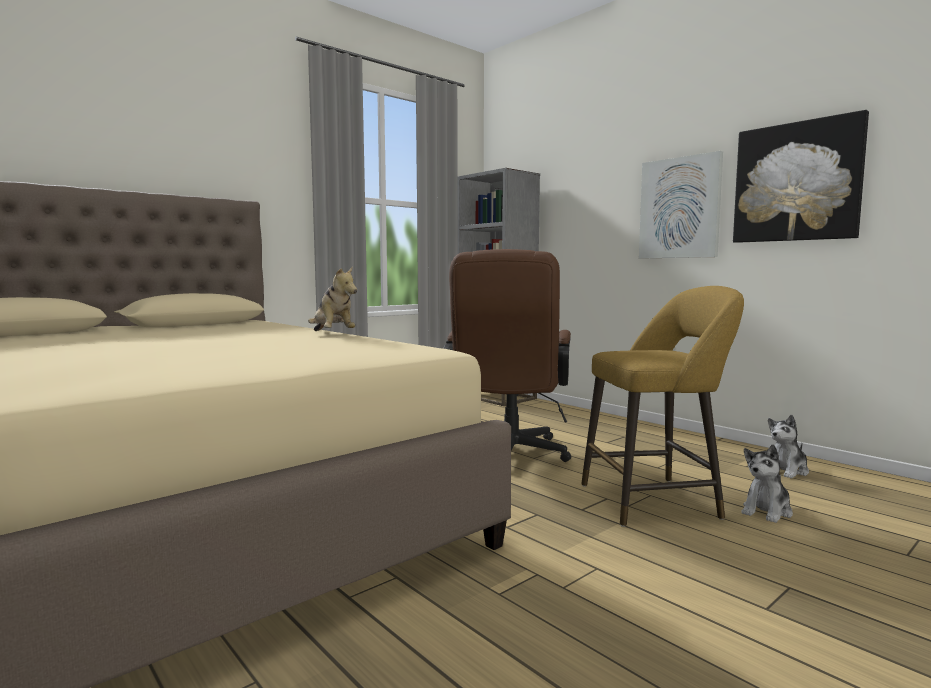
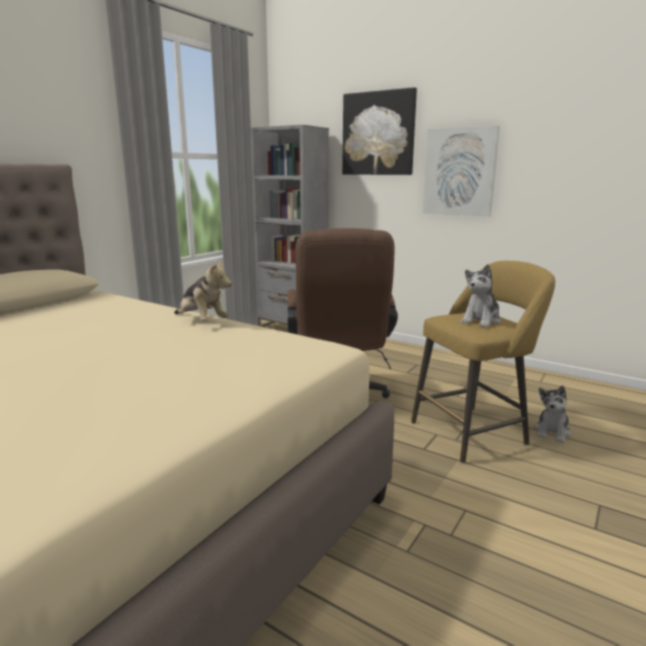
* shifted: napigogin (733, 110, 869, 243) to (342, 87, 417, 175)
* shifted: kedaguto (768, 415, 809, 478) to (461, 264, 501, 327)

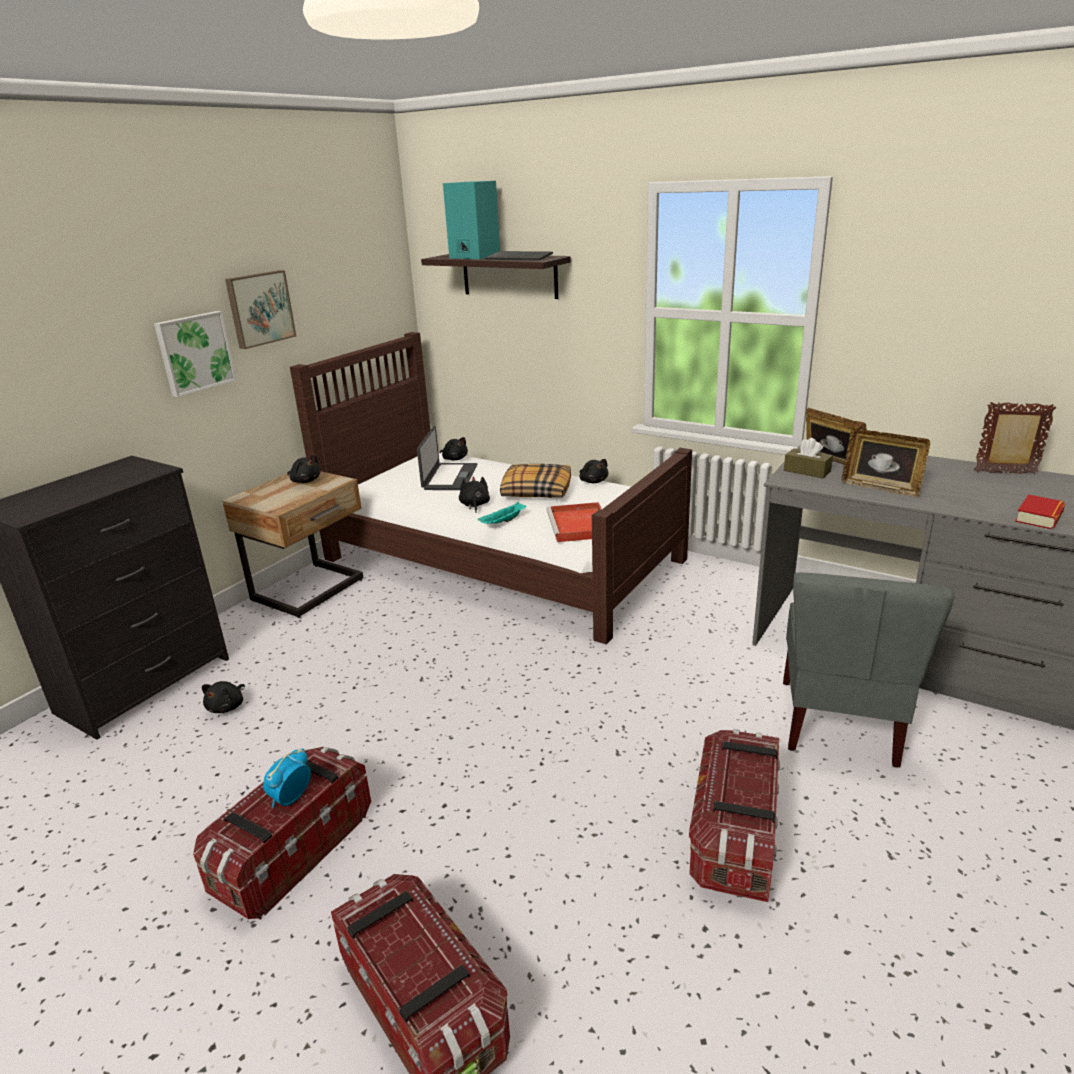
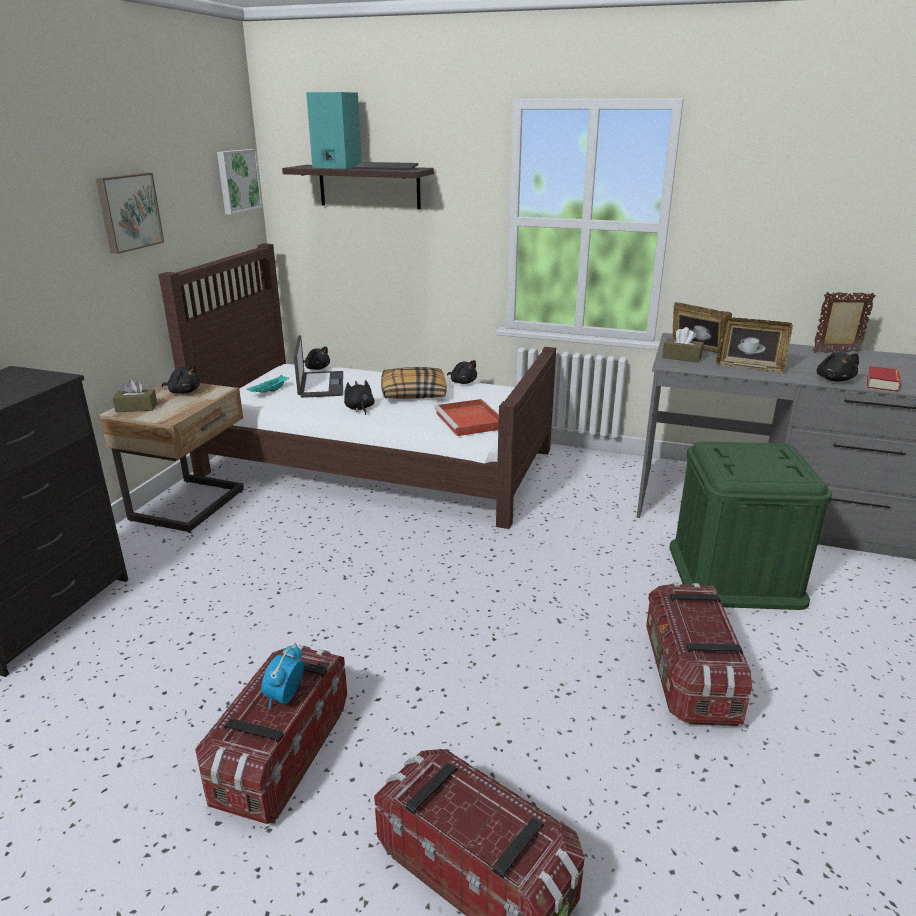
* shifted: napigogin (154, 311, 237, 397) to (217, 149, 263, 215)
* shifted: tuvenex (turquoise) (478, 502, 526, 524) to (247, 375, 289, 393)
* swapped: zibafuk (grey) (783, 573, 955, 768) to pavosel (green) (670, 441, 832, 610)
* shifted: kedaguto (black) (202, 681, 245, 713) to (816, 352, 859, 382)
* new: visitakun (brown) (112, 379, 157, 412)

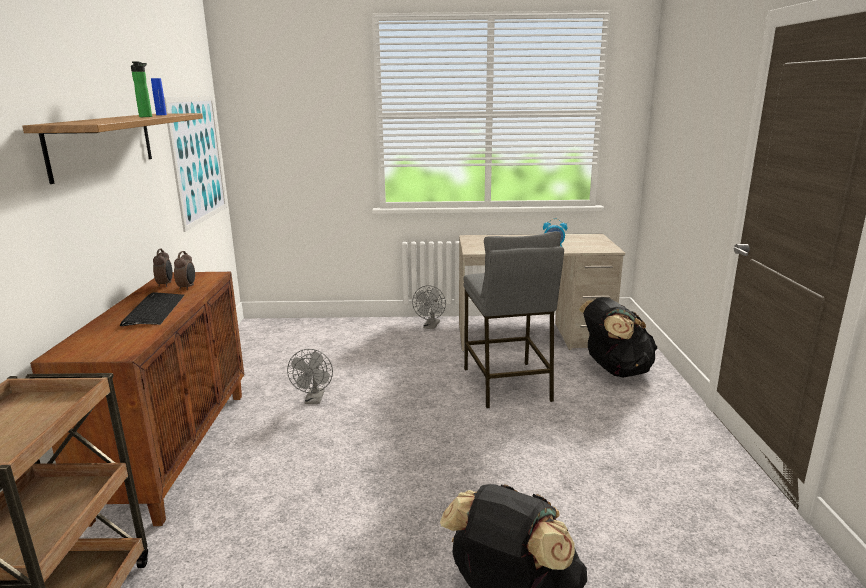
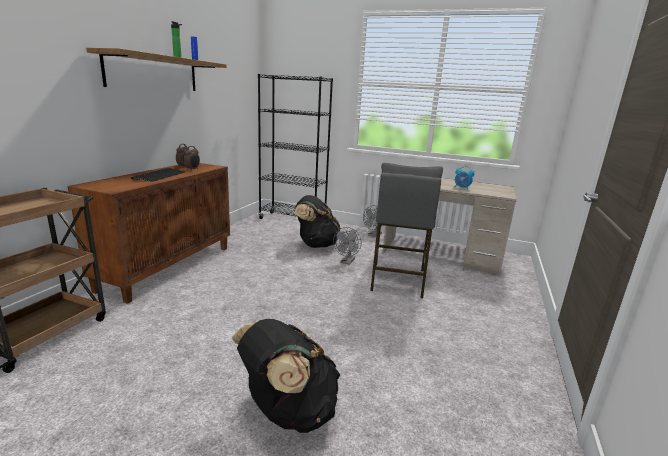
* gone: napigogin (164, 96, 227, 232)
* shifted: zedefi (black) (579, 297, 658, 378) to (295, 195, 340, 248)
* shifted: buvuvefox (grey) (287, 349, 333, 404) to (333, 227, 361, 265)
* new: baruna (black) (258, 74, 333, 219)

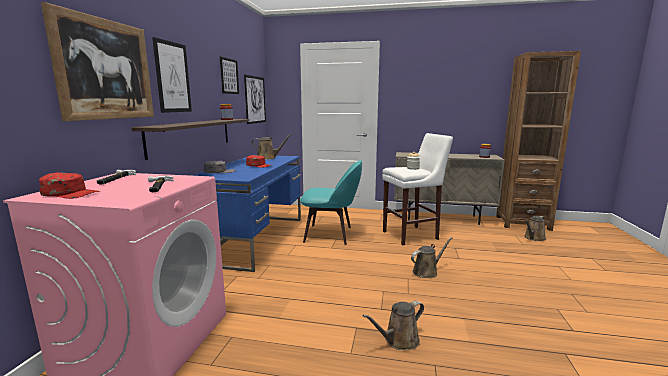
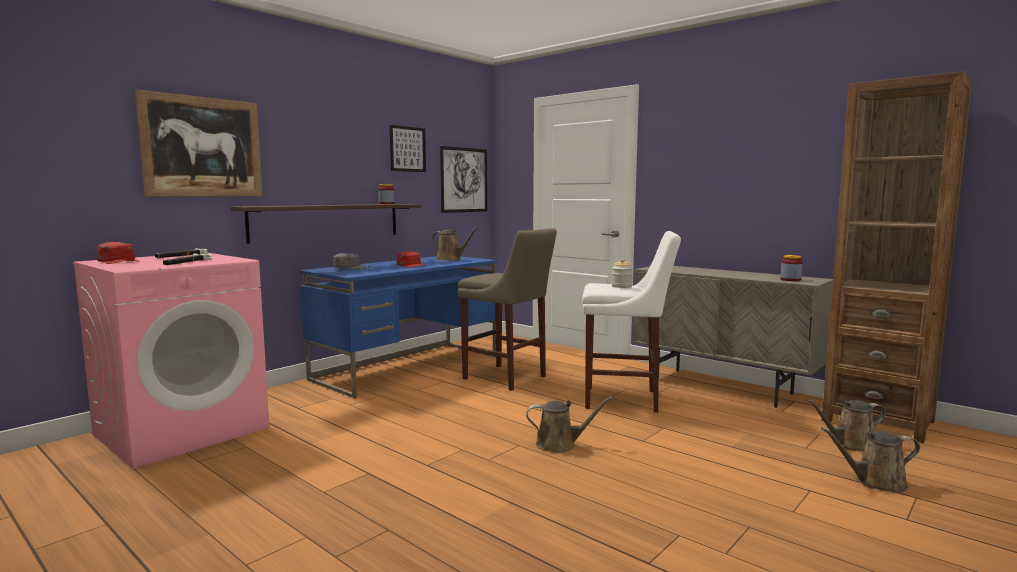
* gone: napigogin (152, 37, 192, 113)
* swapped: zibafuk (turquoise) (300, 159, 362, 245) to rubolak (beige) (458, 228, 557, 391)
* shifted: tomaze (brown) (363, 301, 424, 350) to (821, 427, 920, 493)

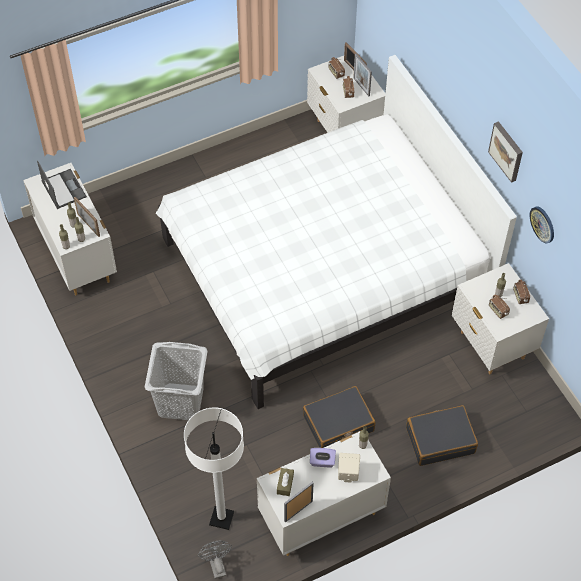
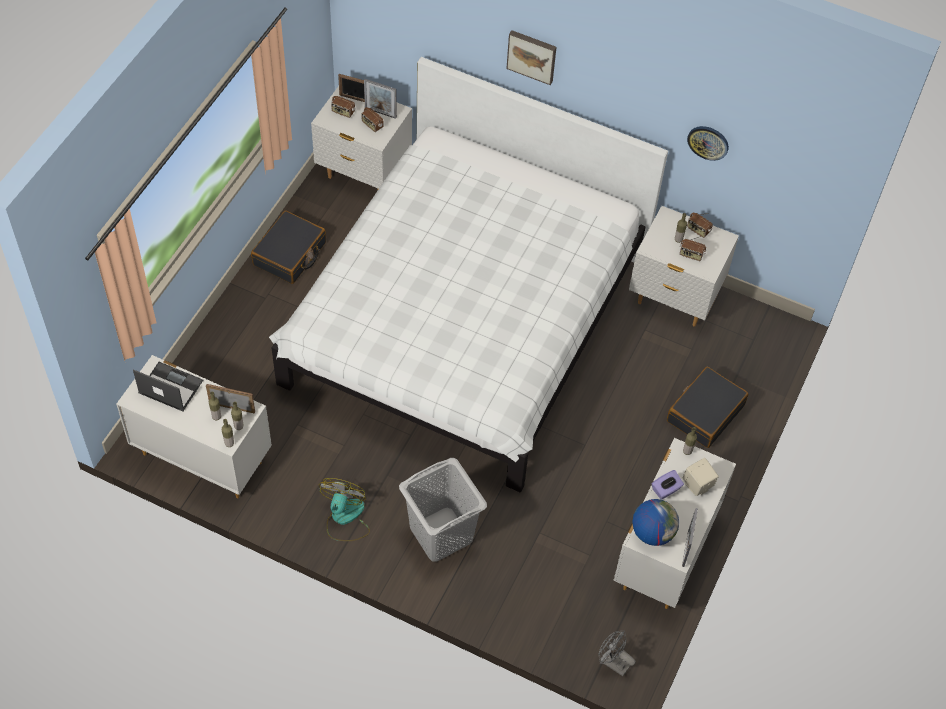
* shifted: napigogin (488, 121, 523, 183) to (506, 30, 556, 85)
* shifted: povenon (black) (303, 386, 375, 448) to (251, 210, 326, 284)
* gone: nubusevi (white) (184, 408, 244, 530)
* swapped: visitakun (brown) (277, 468, 294, 496) to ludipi (632, 499, 679, 546)
* new: buvuvefox (319, 478, 370, 541)

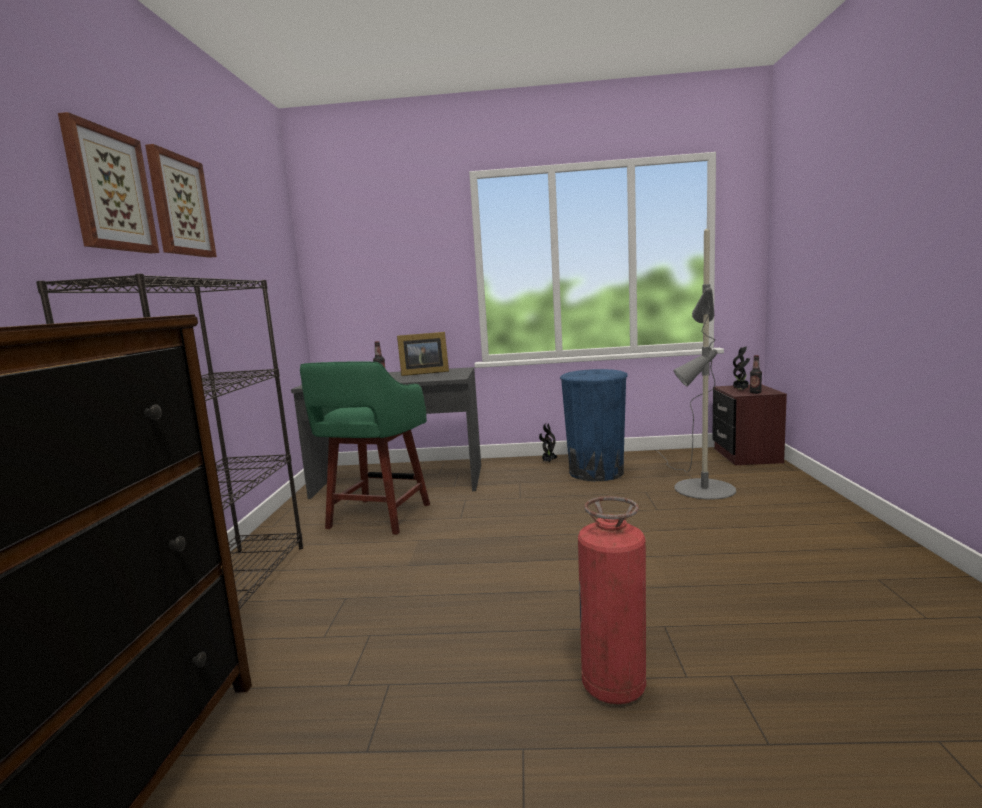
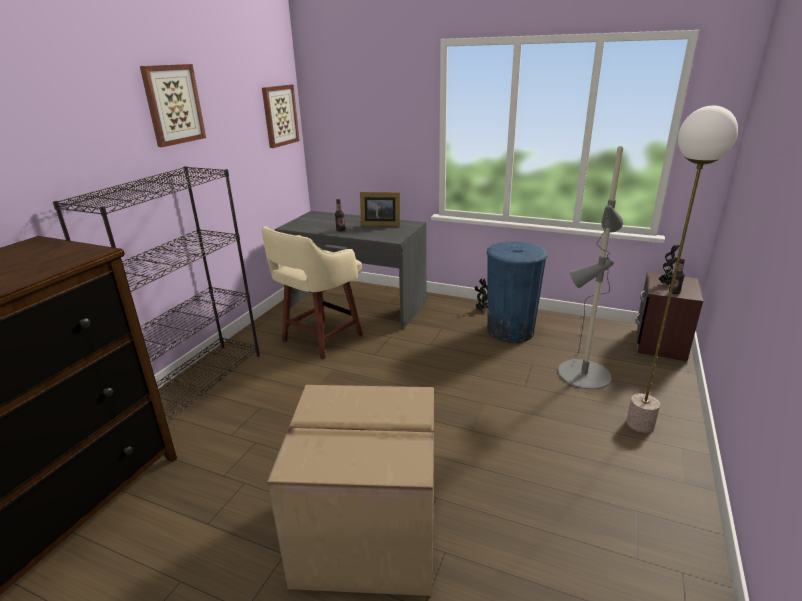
* shifted: napigogin (58, 112, 159, 253) to (262, 85, 300, 148)
* repainted: rubolak (green) (300, 361, 430, 535) to rubolak (beige) (262, 226, 363, 359)
* swapped: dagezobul (578, 496, 646, 704) to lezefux (267, 385, 434, 596)
* new: nubusevi (626, 106, 738, 433)

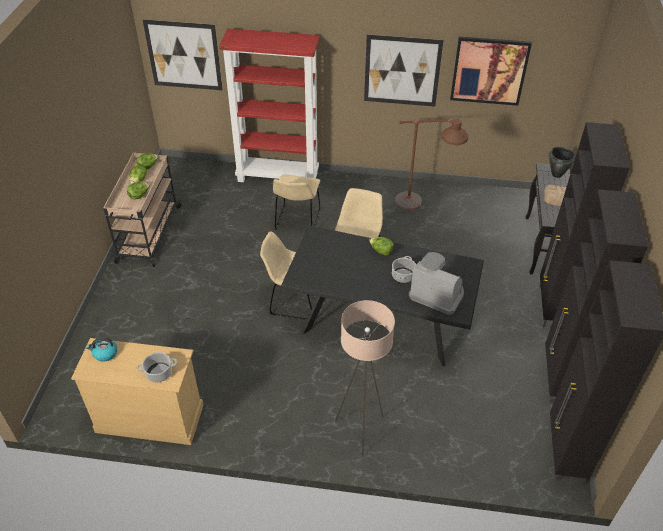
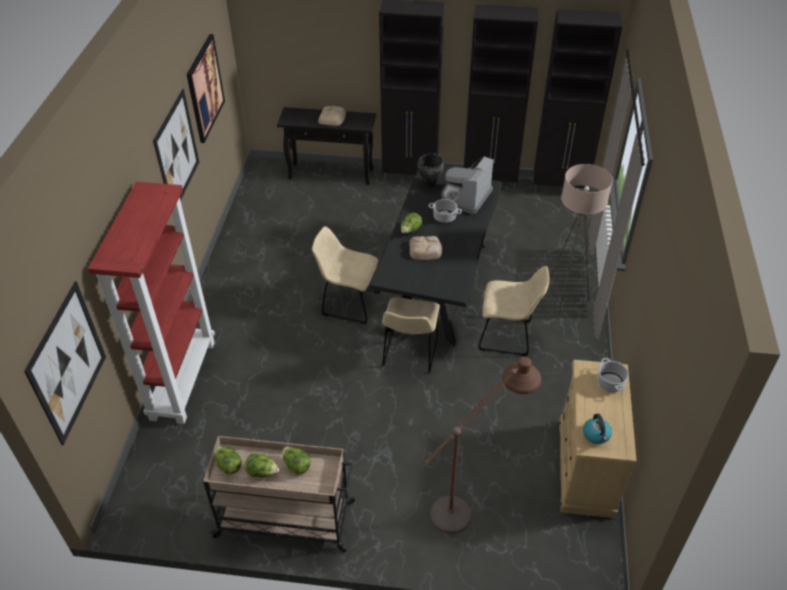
* shifted: nubusevi (brown) (395, 118, 468, 211) to (424, 357, 541, 534)
* shifted: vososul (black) (549, 147, 575, 178) to (417, 153, 444, 187)
* shifted: zibafuk (beige) (273, 175, 321, 230) to (479, 266, 549, 356)
* new: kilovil (409, 236, 442, 260)

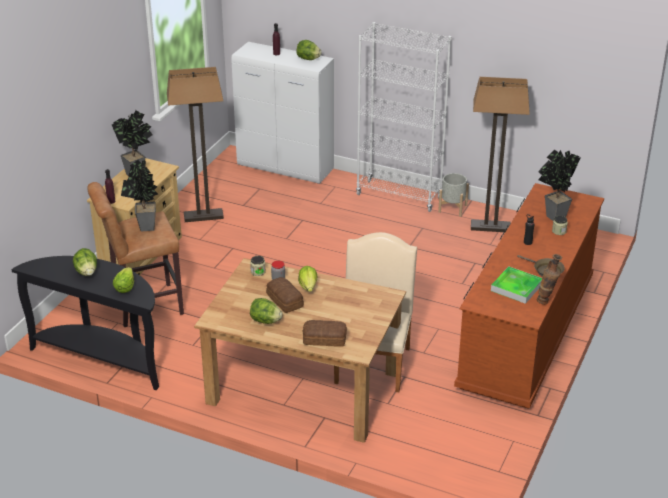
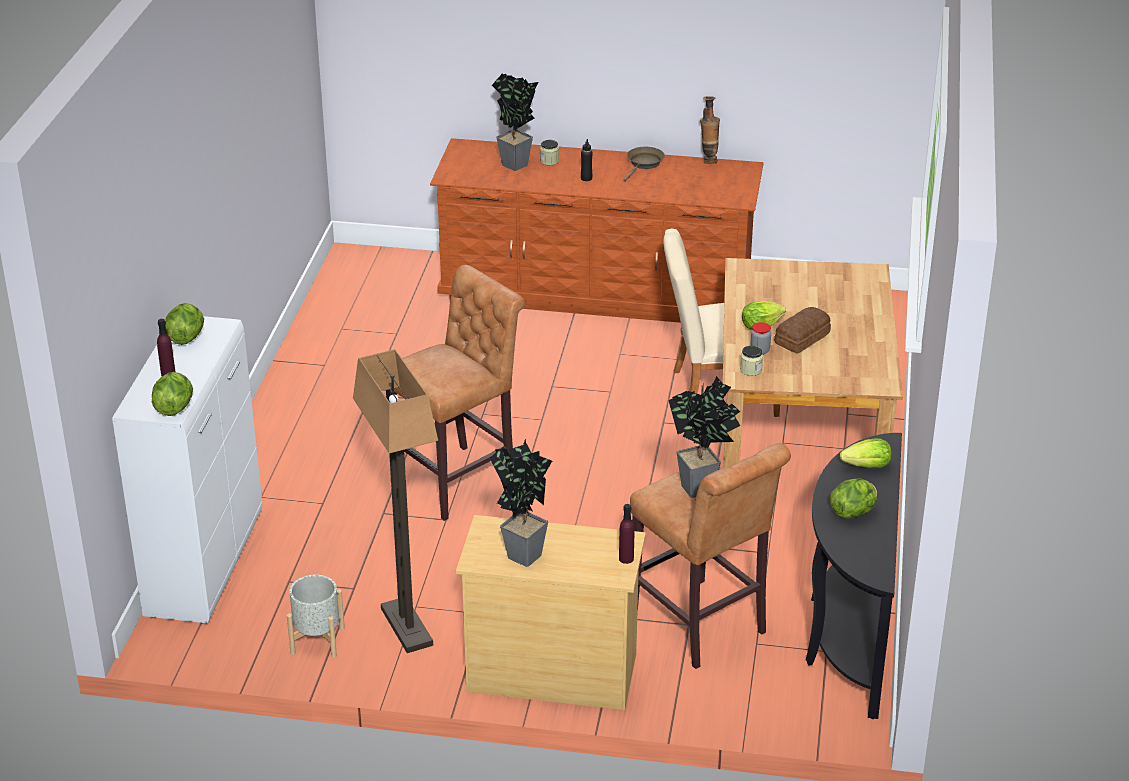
* gone: baruna (white) (356, 22, 451, 212)
* gone: nubusevi (471, 77, 530, 232)
* shifted: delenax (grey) (438, 173, 469, 217) to (287, 575, 345, 658)
* gone: tuvenex (491, 266, 542, 304)
* shifted: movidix (250, 298, 283, 324) to (152, 372, 193, 416)
* gone: kilovil (303, 320, 347, 346)
* new: rubolak (brown) (386, 265, 525, 521)

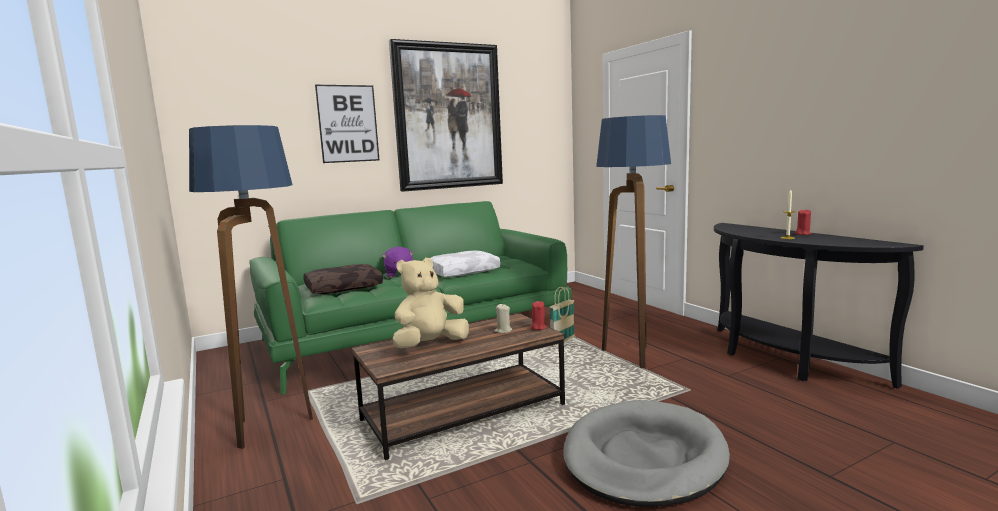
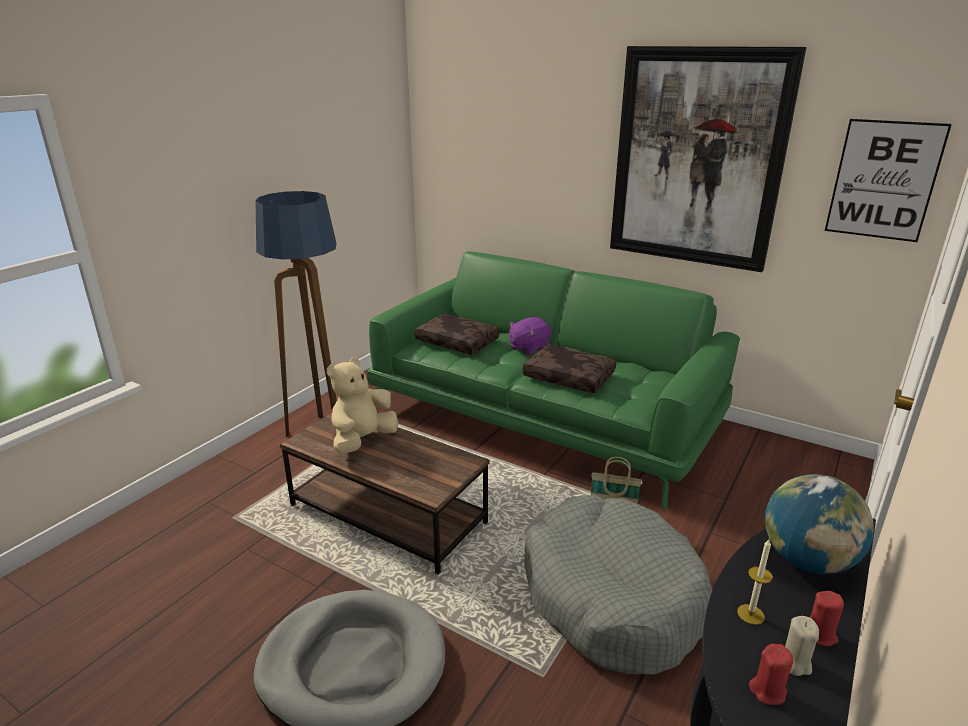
* shifted: napigogin (315, 85, 379, 163) to (825, 119, 952, 242)
* swapped: nubusevi (596, 115, 671, 368) to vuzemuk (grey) (524, 495, 712, 675)
* repainted: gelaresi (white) (430, 251, 500, 277) to gelaresi (brown) (523, 345, 616, 393)
* rotated: kedaguto (beige) (393, 258, 469, 349) = (327, 357, 398, 454) 75 degrees counterclockwise
* shifted: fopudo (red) (531, 301, 547, 330) to (749, 644, 793, 705)
* shifted: fopudo (beige) (494, 304, 512, 333) to (785, 616, 819, 676)
* new: ludipi (765, 474, 874, 574)

